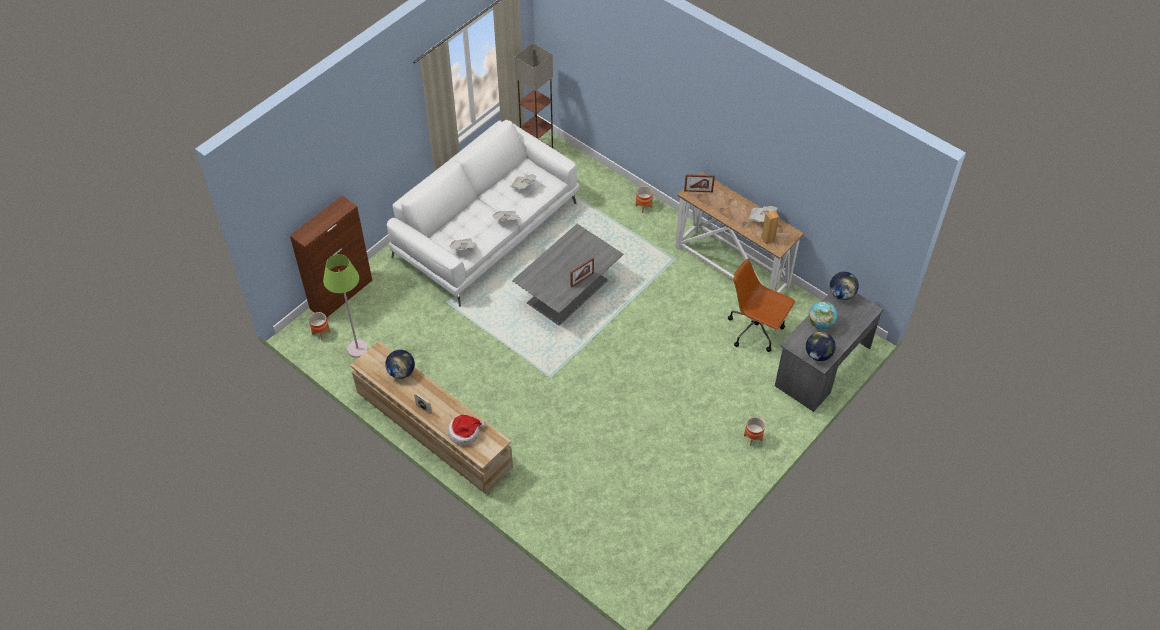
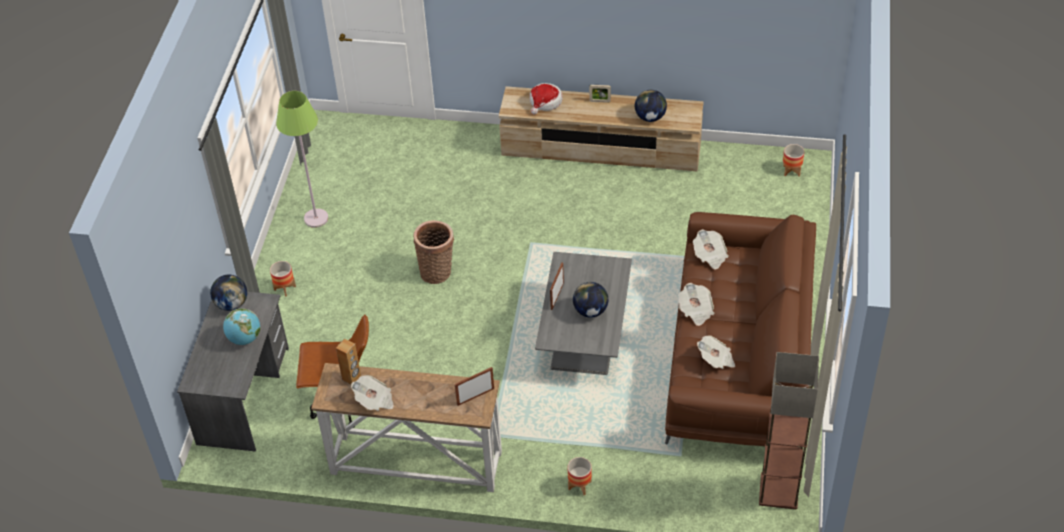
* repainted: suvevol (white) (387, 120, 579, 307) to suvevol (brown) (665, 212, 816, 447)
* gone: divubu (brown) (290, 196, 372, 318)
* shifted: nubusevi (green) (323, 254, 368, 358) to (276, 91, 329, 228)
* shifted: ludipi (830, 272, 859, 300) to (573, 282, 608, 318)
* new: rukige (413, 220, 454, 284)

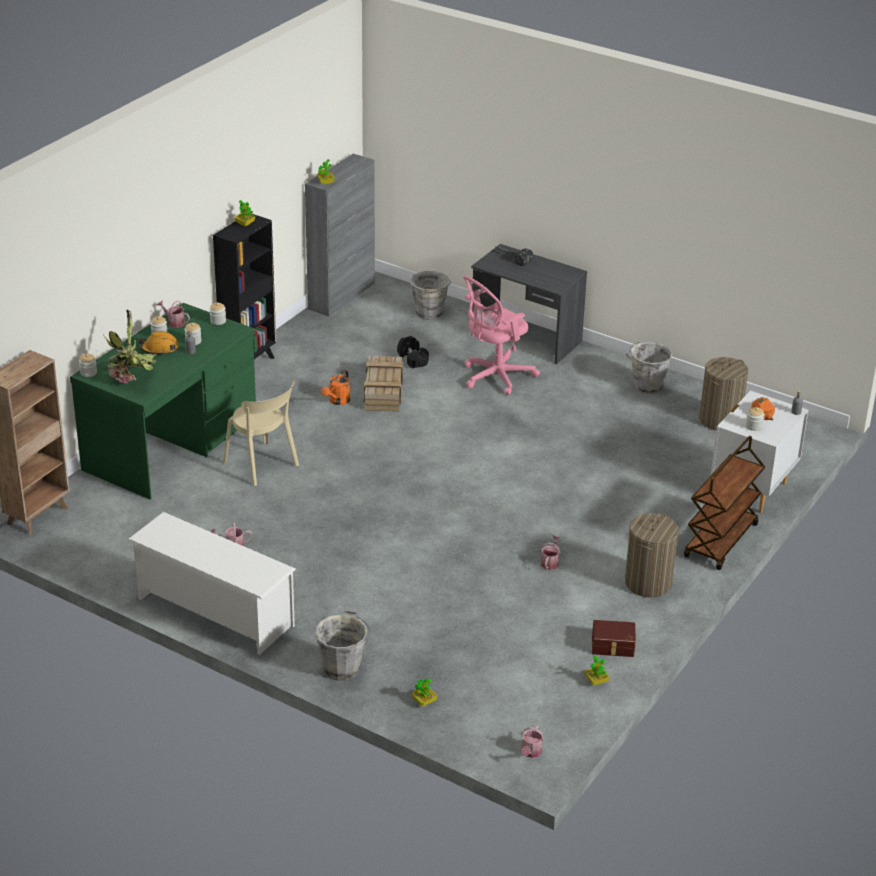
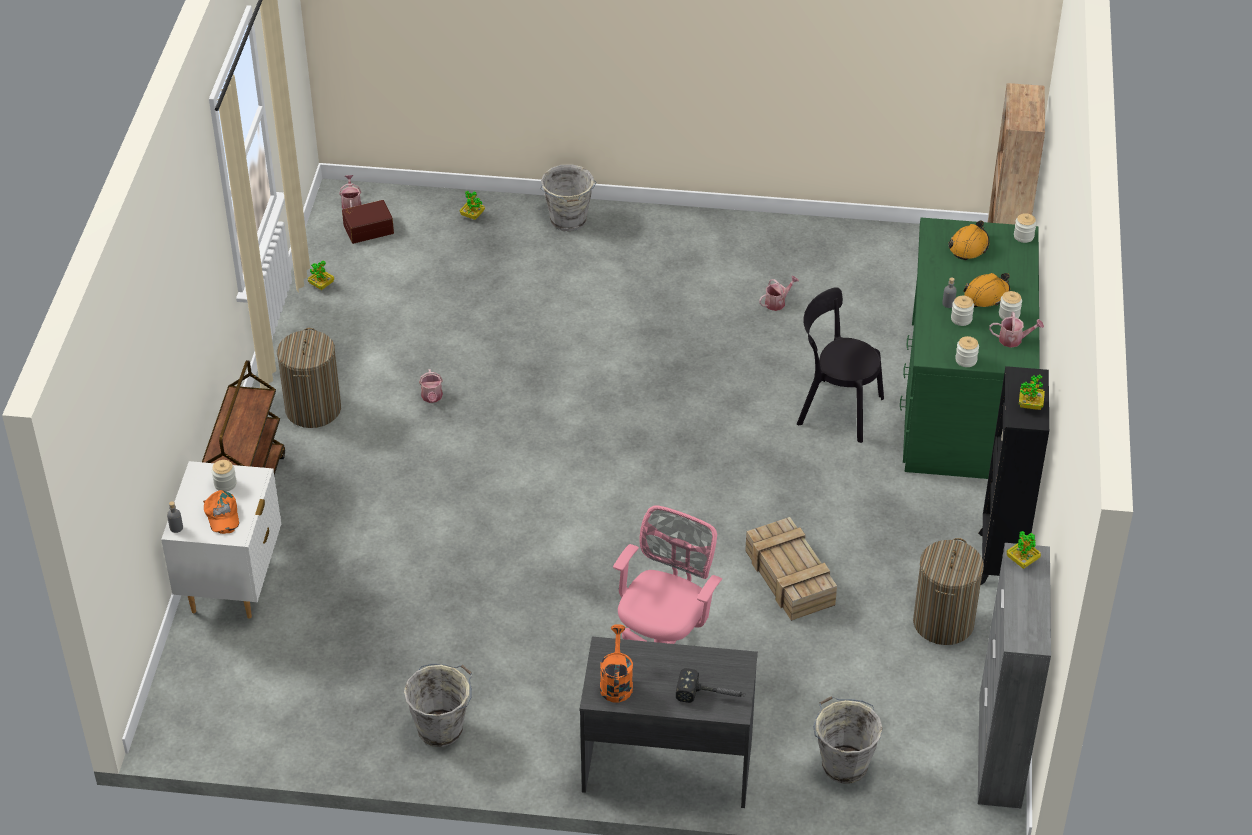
* swapped: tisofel (104, 309, 158, 383) to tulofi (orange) (948, 220, 989, 260)
* gone: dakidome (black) (397, 336, 429, 368)
* shifted: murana (699, 357, 748, 430) to (913, 538, 984, 645)
* shifted: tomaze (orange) (321, 370, 350, 405) to (600, 624, 633, 703)
* repainted: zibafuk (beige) (223, 380, 299, 486) to zibafuk (black) (797, 287, 884, 443)
* gone: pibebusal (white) (128, 512, 296, 655)
* shifted: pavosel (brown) (592, 620, 636, 657) to (342, 200, 394, 244)

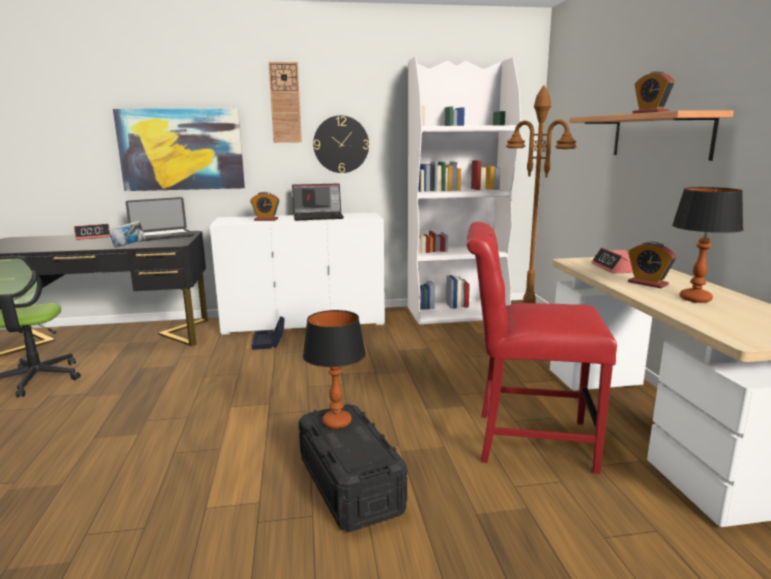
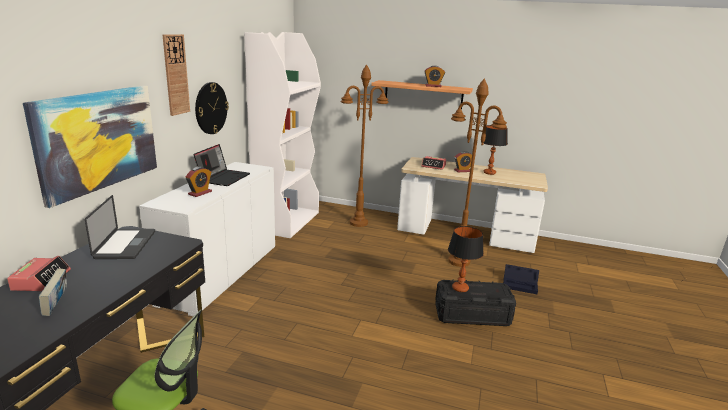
* shifted: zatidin (108, 221, 146, 248) to (39, 268, 67, 316)
* swapped: zibafuk (red) (467, 222, 617, 474) to nubusevi (brown) (448, 79, 507, 267)
* shifted: pavosel (black) (252, 316, 285, 350) to (503, 264, 539, 294)

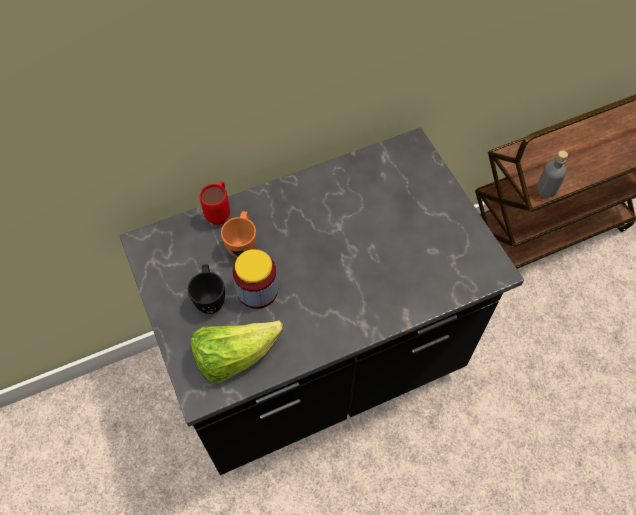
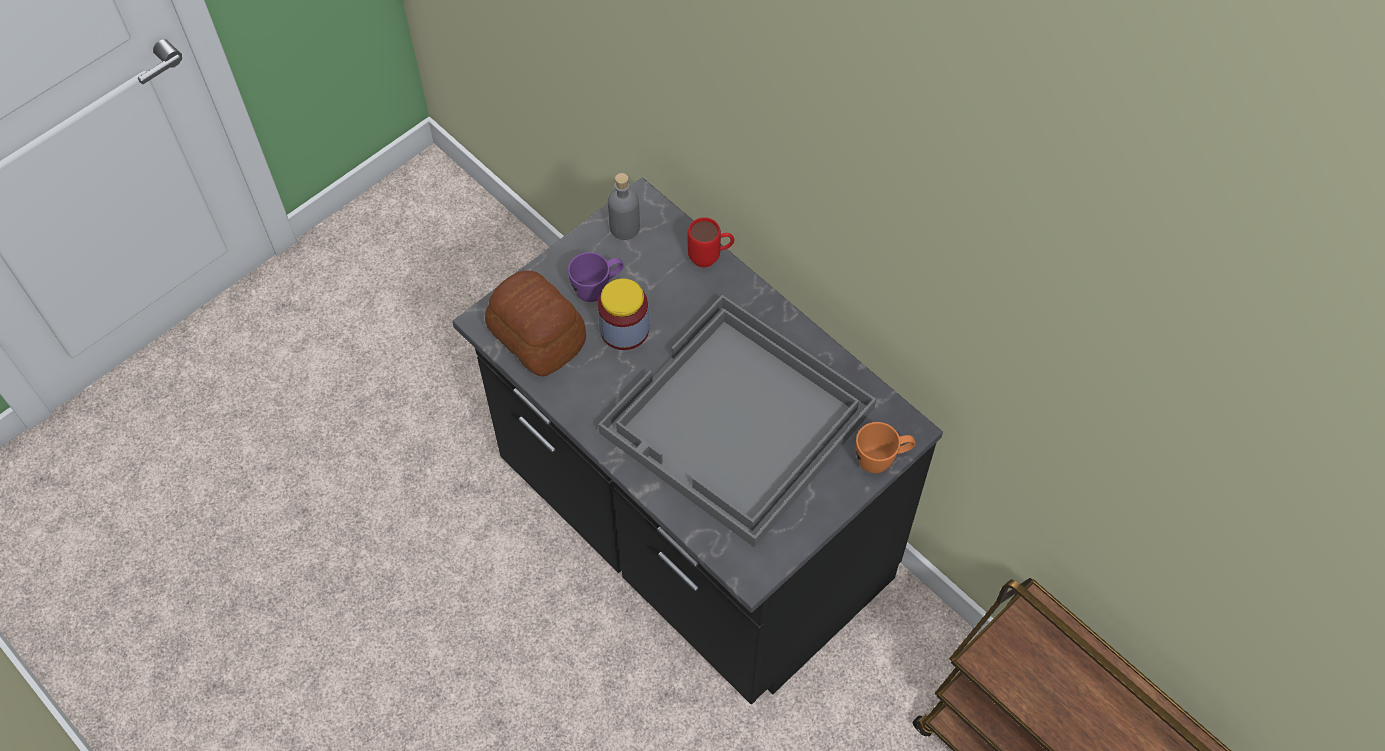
* shifted: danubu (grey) (536, 150, 568, 198) to (608, 173, 640, 240)
* shifted: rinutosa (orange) (221, 211, 256, 258) to (856, 422, 916, 473)
* repainted: rinutosa (black) (188, 264, 225, 314) to rinutosa (purple) (568, 252, 624, 302)
* swapped: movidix (191, 320, 283, 383) to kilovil (485, 271, 586, 376)
* new: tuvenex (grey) (598, 295, 876, 548)

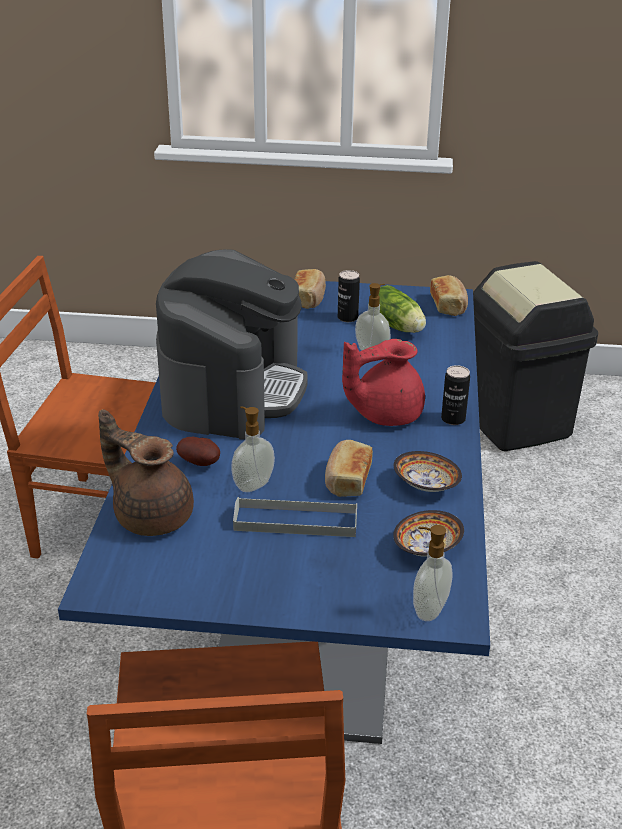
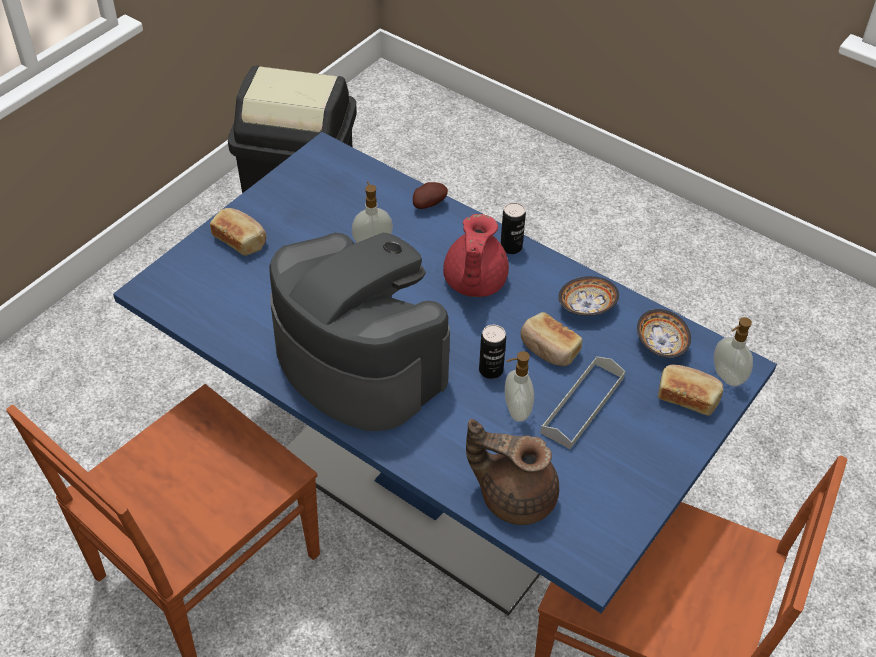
* shifted: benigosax (338, 270, 360, 322) to (479, 325, 506, 379)
* shifted: kilovil (430, 275, 468, 316) to (658, 365, 723, 416)
* gone: movidix (378, 285, 426, 333)
* rotated: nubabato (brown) (98, 409, 194, 536) = (466, 419, 559, 525) 45 degrees clockwise
* shifted: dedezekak (176, 437, 220, 466) to (413, 182, 448, 209)

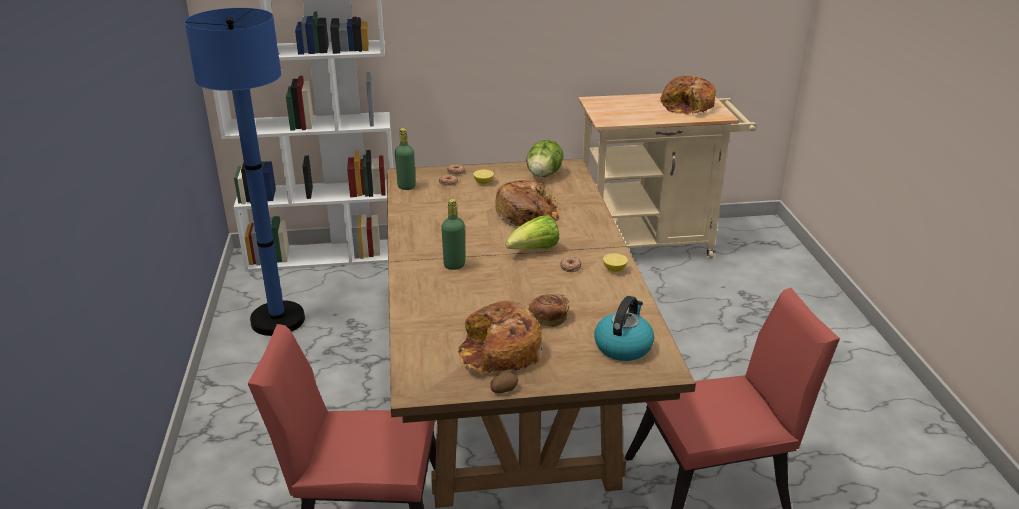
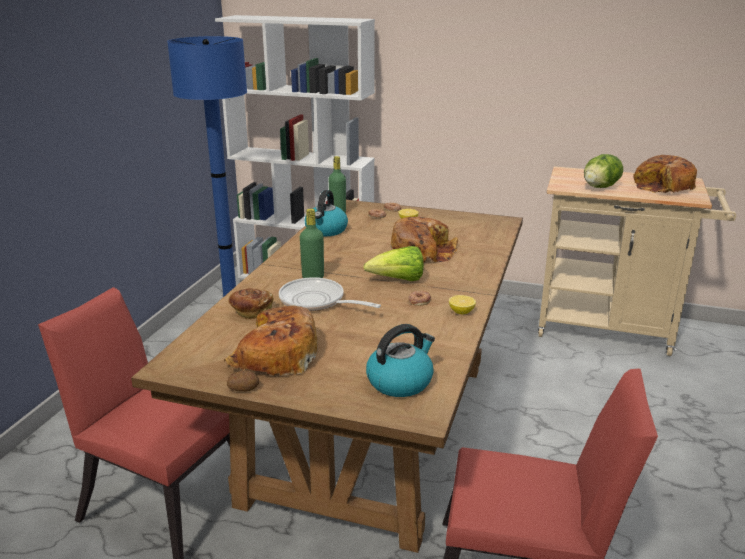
* shifted: movidix (526, 140, 564, 177) to (584, 154, 623, 188)
* shifted: kilovil (529, 294, 569, 327) to (229, 288, 273, 320)
* new: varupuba (305, 190, 348, 236)
* new: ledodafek (279, 277, 381, 311)

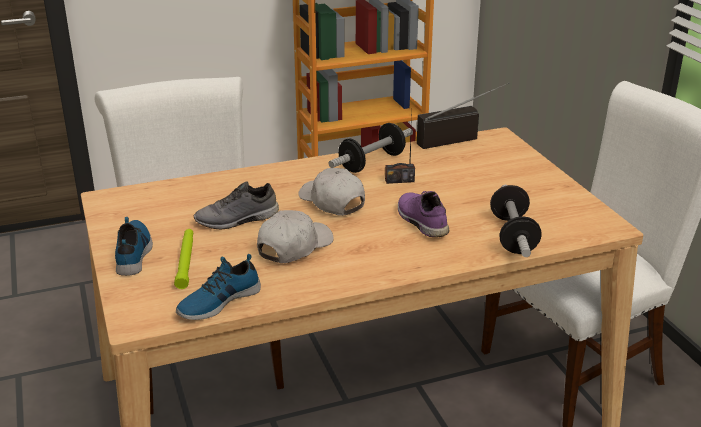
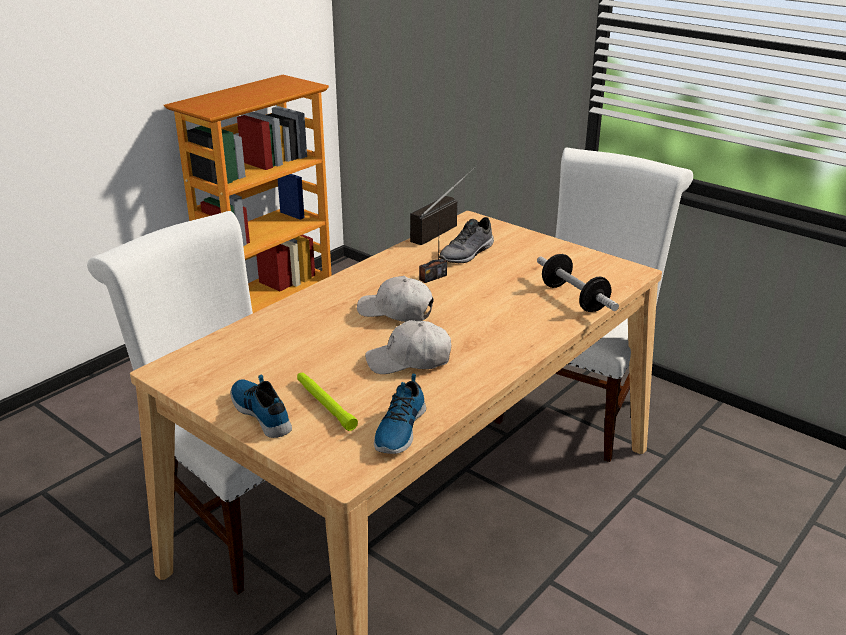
* gone: dakidome (329, 123, 413, 173)
* shifted: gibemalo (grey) (194, 181, 279, 229) to (439, 217, 494, 263)
* gone: gibemalo (purple) (398, 191, 449, 237)
* rotated: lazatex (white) (257, 210, 334, 263) = (365, 320, 451, 374) 105 degrees counterclockwise

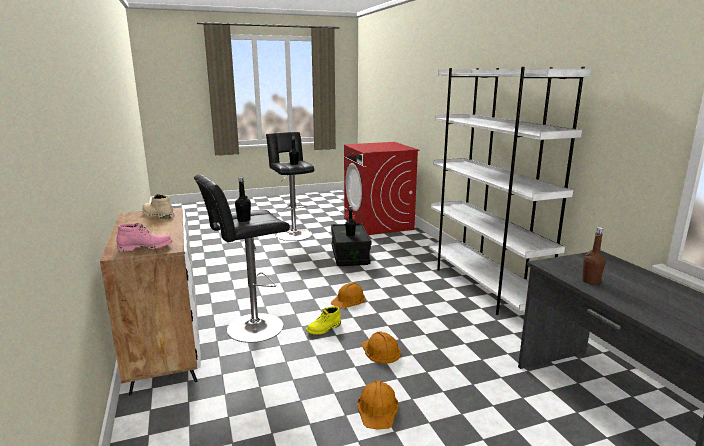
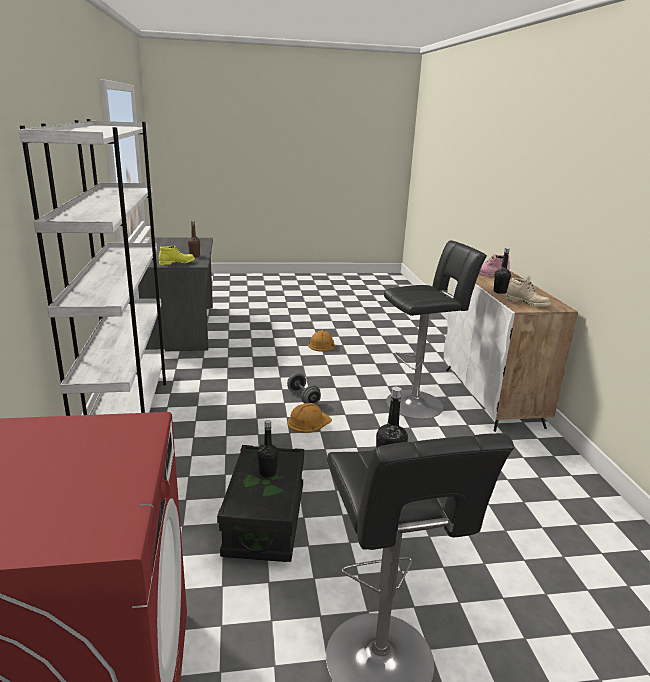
* shifted: danubu (black) (235, 177, 251, 222) to (494, 248, 511, 294)
* shifted: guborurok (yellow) (306, 306, 341, 334) to (159, 246, 195, 265)
* gone: tulofi (orange) (361, 331, 401, 364)
* new: dakidome (grey) (287, 373, 321, 404)

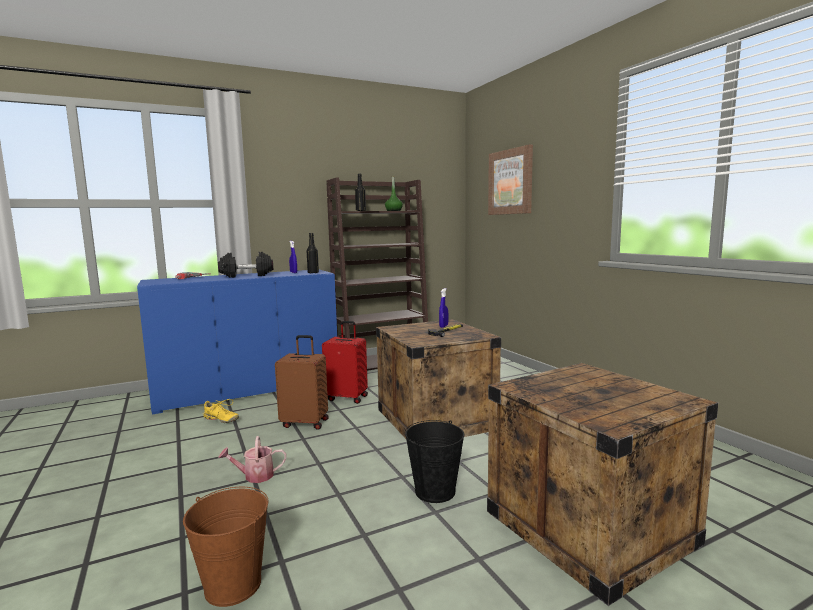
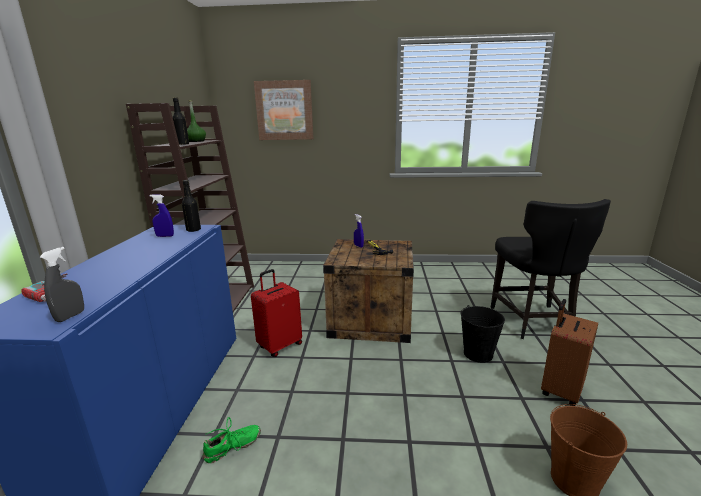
* gone: dakidome (black) (218, 252, 273, 278)
* shifted: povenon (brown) (275, 335, 329, 430) to (541, 299, 598, 406)
* swapped: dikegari (487, 363, 718, 606) to zibafuk (black) (490, 199, 611, 339)
* repainted: gibemalo (yellow) (202, 399, 239, 423) to gibemalo (green) (203, 417, 261, 463)
* gone: tomaze (218, 436, 286, 483)
* new: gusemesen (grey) (40, 247, 84, 322)

